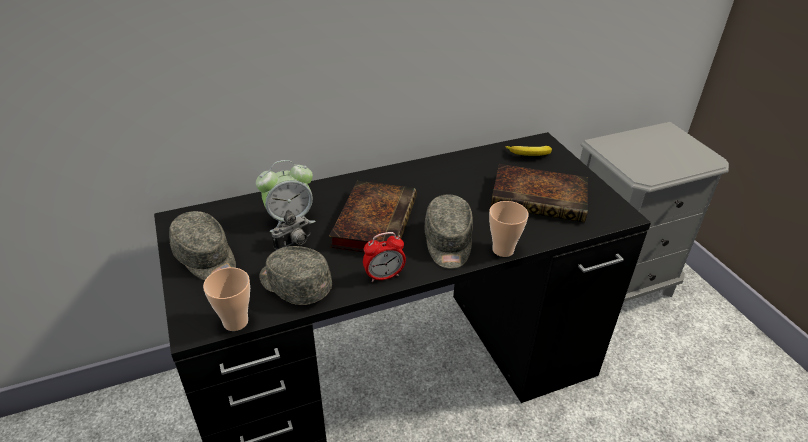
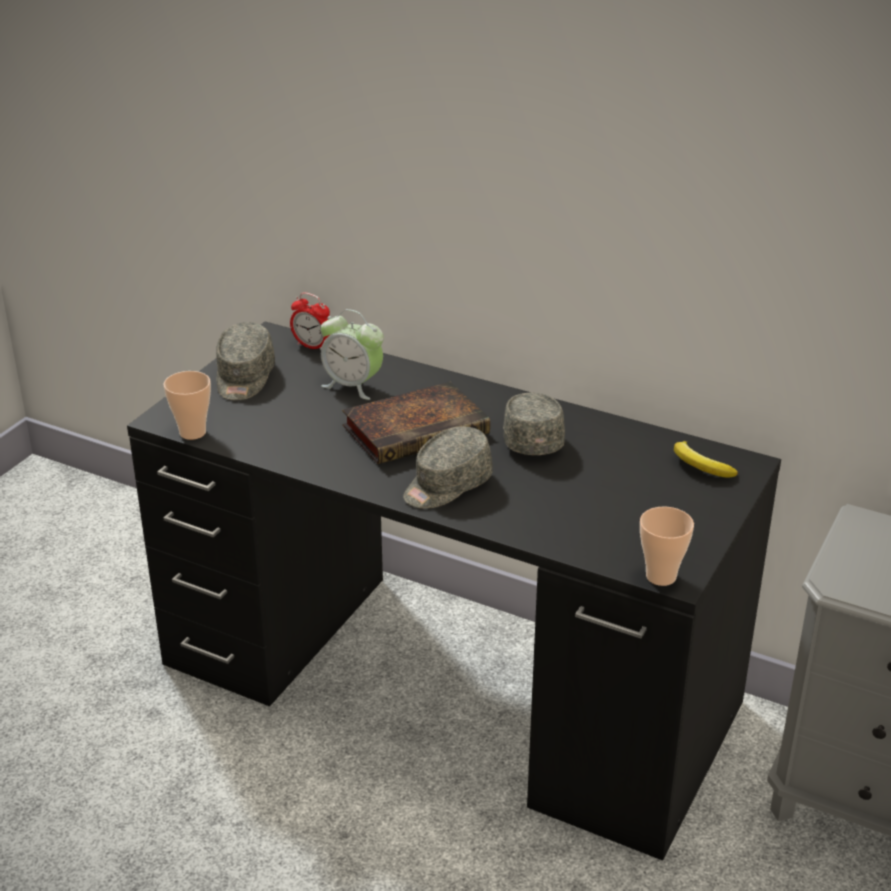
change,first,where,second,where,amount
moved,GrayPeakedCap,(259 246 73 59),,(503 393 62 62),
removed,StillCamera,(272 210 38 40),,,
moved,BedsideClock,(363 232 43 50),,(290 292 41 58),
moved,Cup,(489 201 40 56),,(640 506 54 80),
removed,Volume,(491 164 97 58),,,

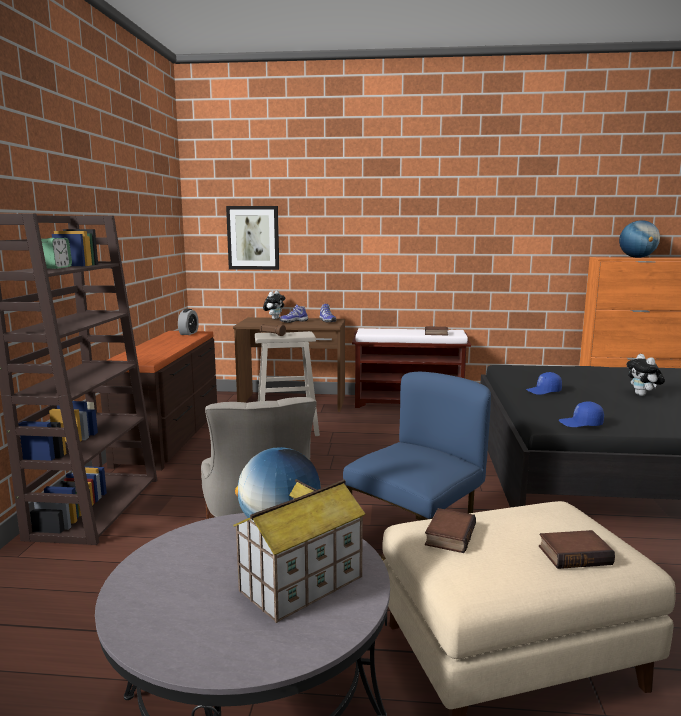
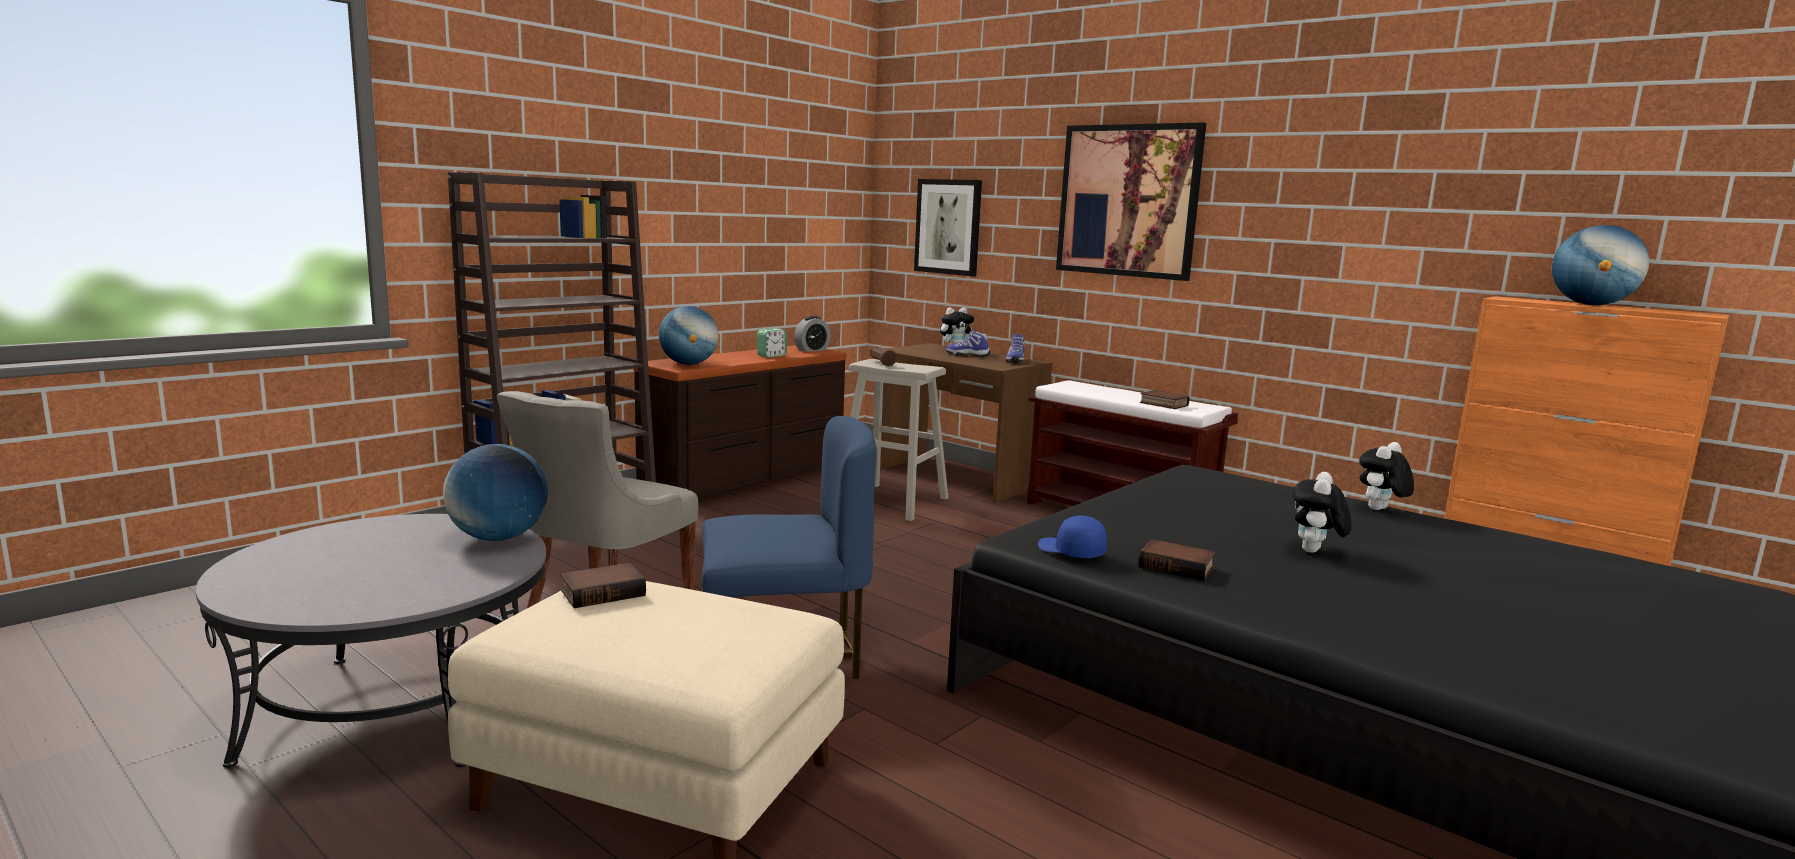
change,first,where,second,where,amount
moved,BedsideClock,(41 238 31 31),,(757 329 30 29),
removed,ToyHouse,(233 479 132 144),,,
removed,BluishPeakedCap,(526 372 36 23),,,
moved,Volume,(539 530 76 39),,(1138 539 78 42),
added,,,WorldGlobe,(659 306 59 59),
added,,,Picture,(1056 122 150 159),
added,,,SoftToy,(1359 442 55 68),

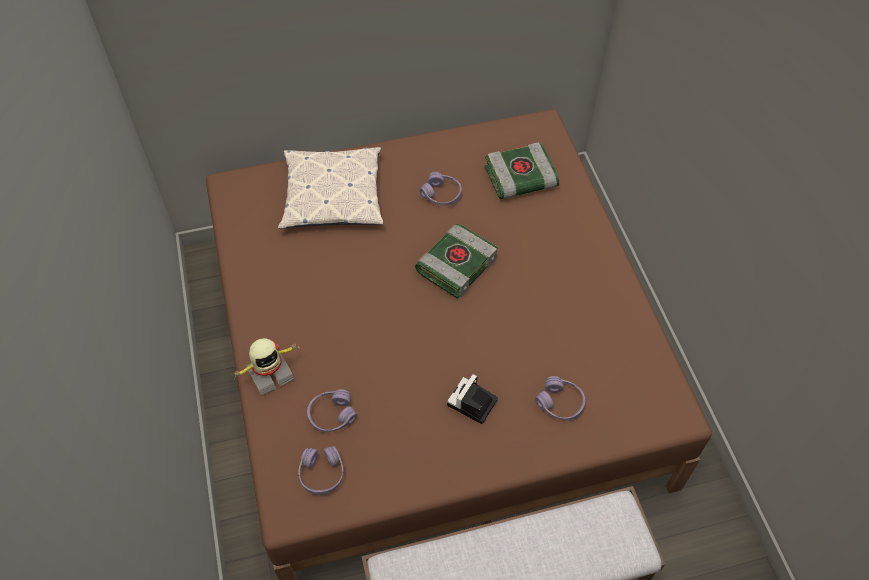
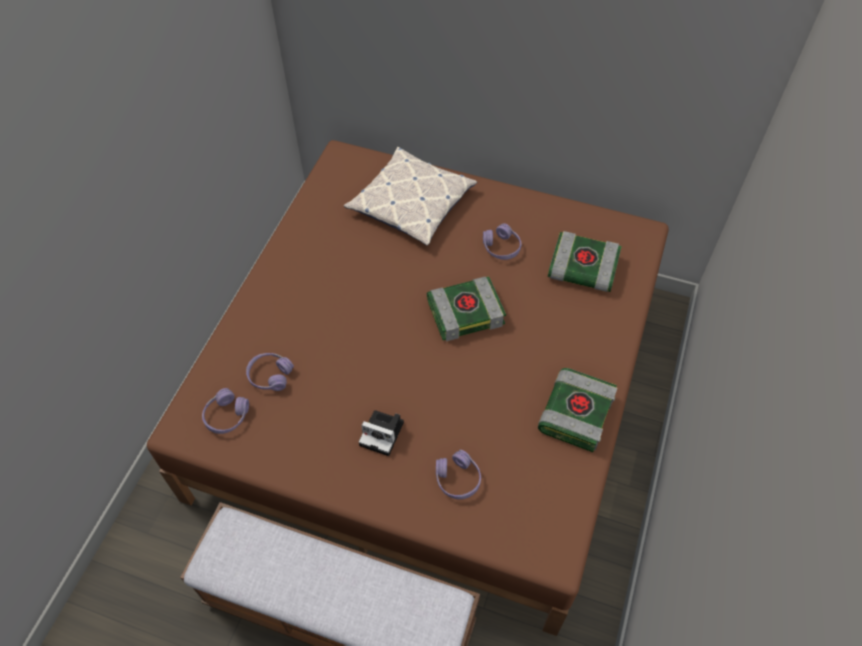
change,first,where,second,where,amount
removed,ToyRobot,(233 338 66 57),,,
turned,StillCamera,(447 374 51 50),,(359 410 45 46),135 degrees counterclockwise
added,,,Volume,(538 368 79 84),

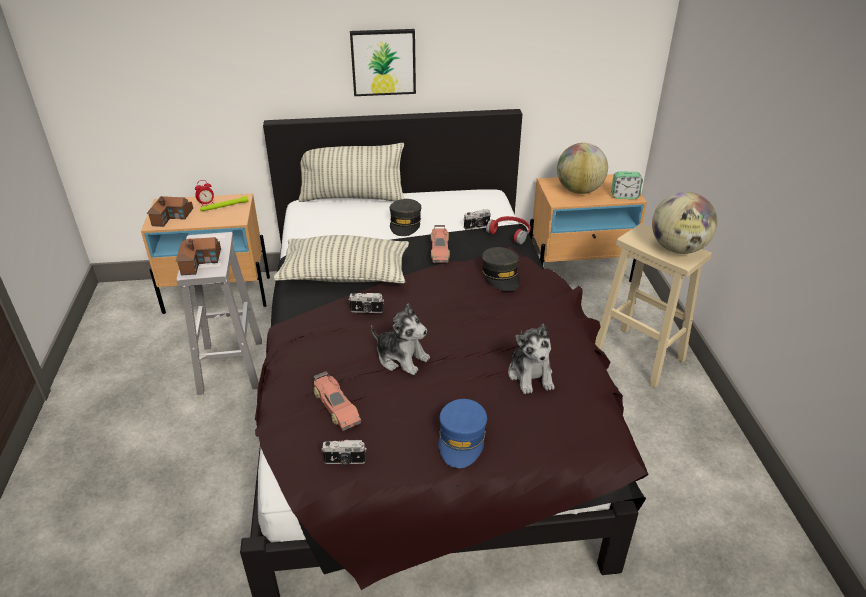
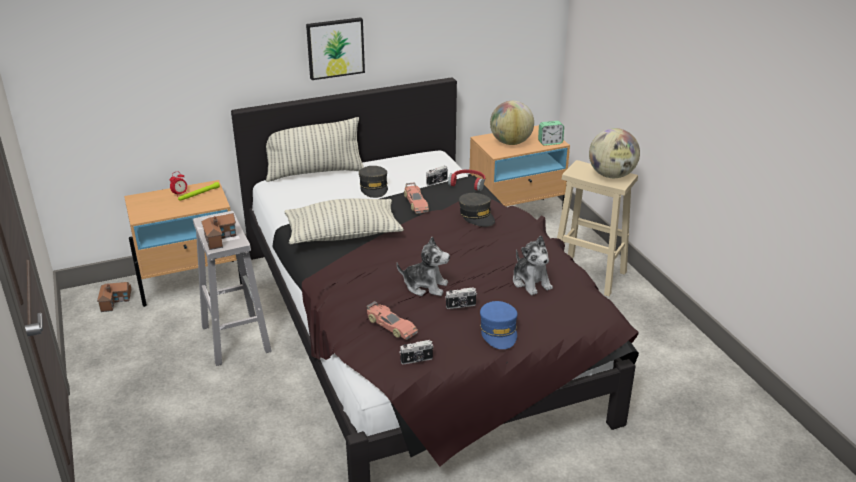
change,first,where,second,where,amount
moved,ToyHouse,(147 196 46 31),,(97 282 35 30),
moved,StillCamera,(349 293 35 20),,(445 287 32 22),

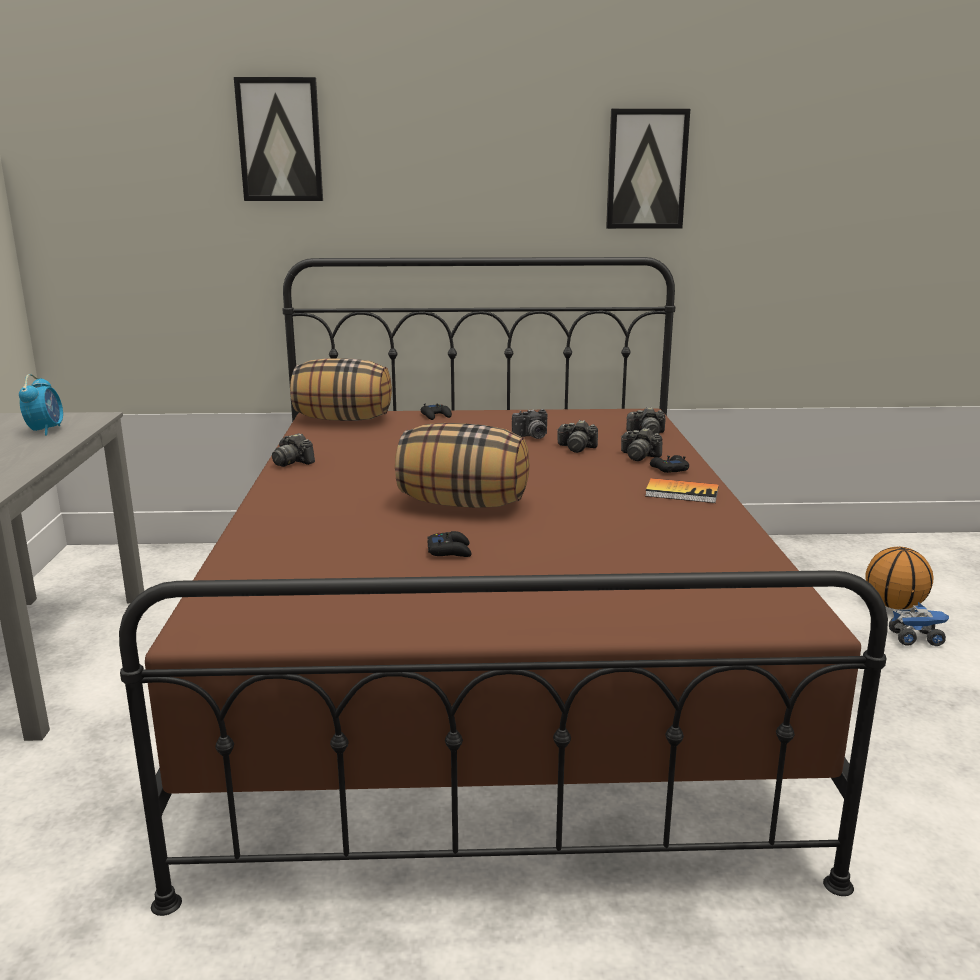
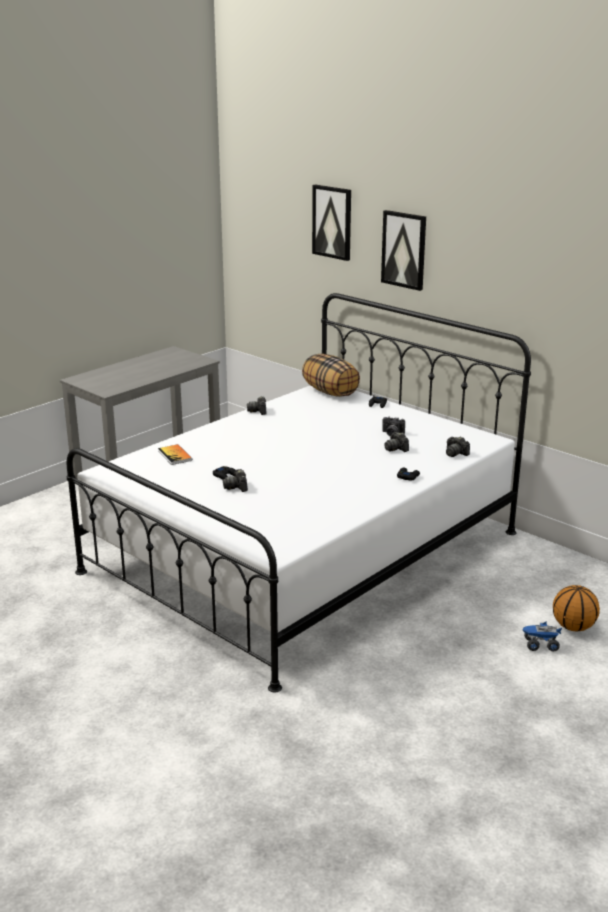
change,first,where,second,where,amount
removed,BedsideClock,(19 374 44 62),,,
recoloured,BrownBed,(119 257 769 659),WhitishBed,(66 293 465 400),
removed,Pillow,(395 423 135 85),,,
moved,Picture,(606 109 84 120),,(381 210 45 81),
moved,StillCamera,(621 428 41 33),,(223 469 25 23),
moved,Volume,(645 478 74 25),,(158 444 34 21),
turned,ModelTruck,(889 602 60 44),,(523 621 39 31),135 degrees clockwise

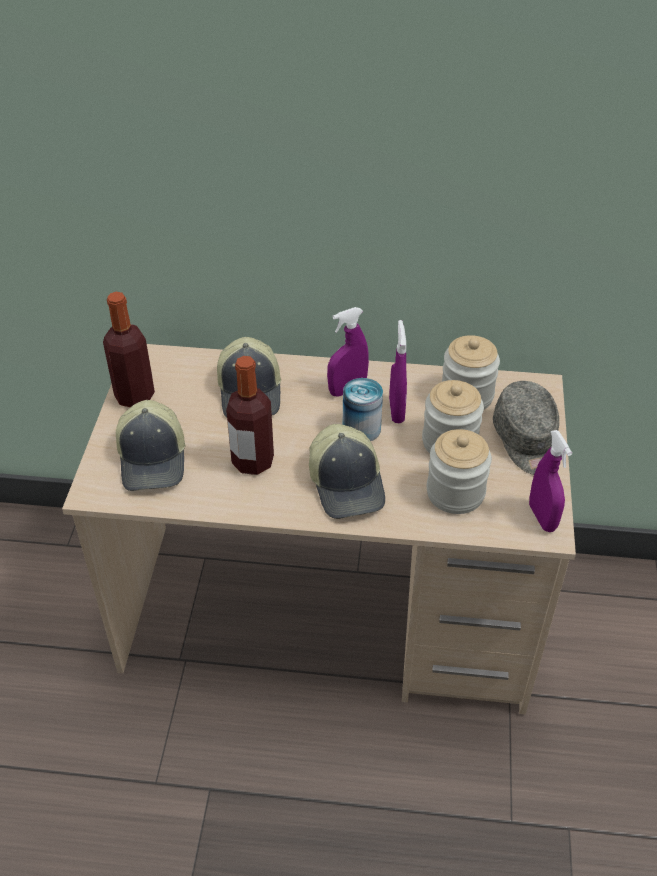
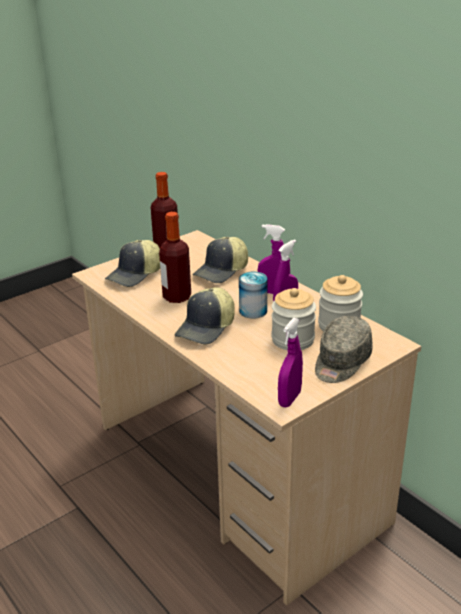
change,first,where,second,where,amount
removed,StorageJar,(427 429 65 85),,,

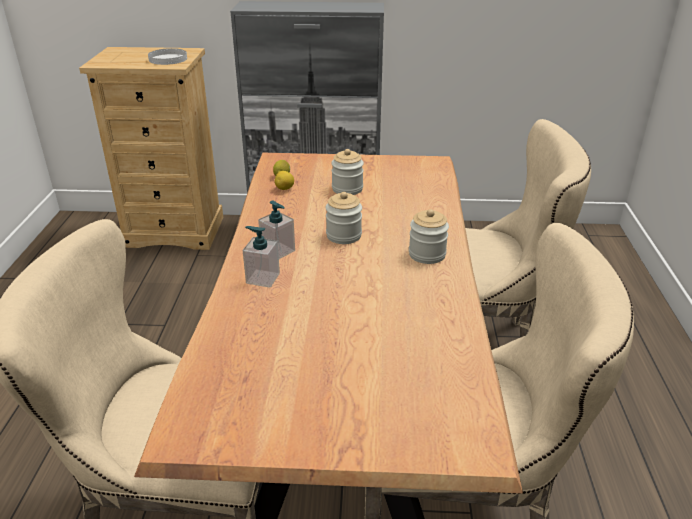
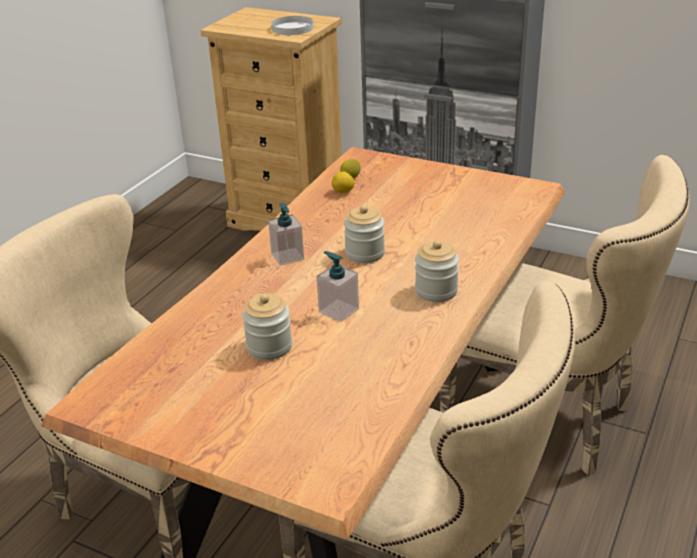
change,first,where,second,where,amount
moved,SoapBottle,(243 226 37 62),,(317 251 42 71),
moved,StorageJar,(331 149 33 46),,(242 294 50 66),

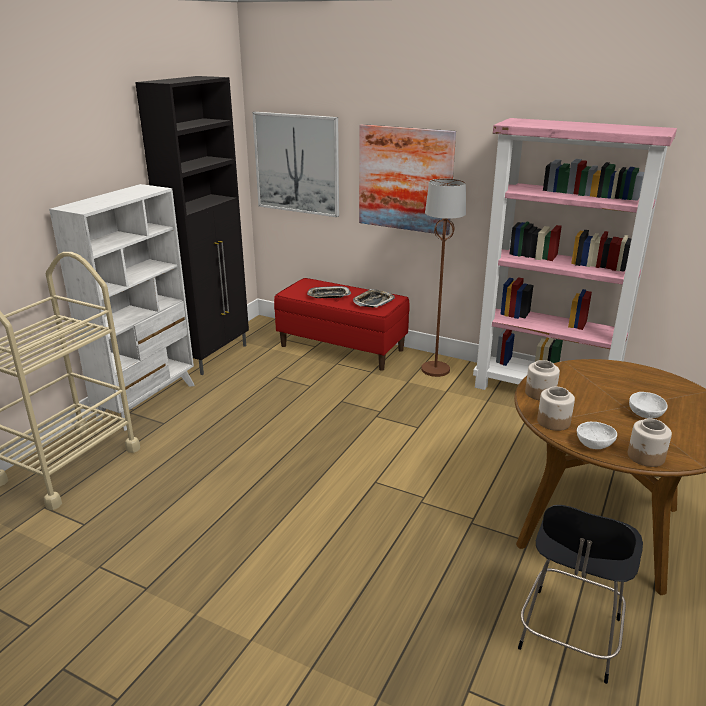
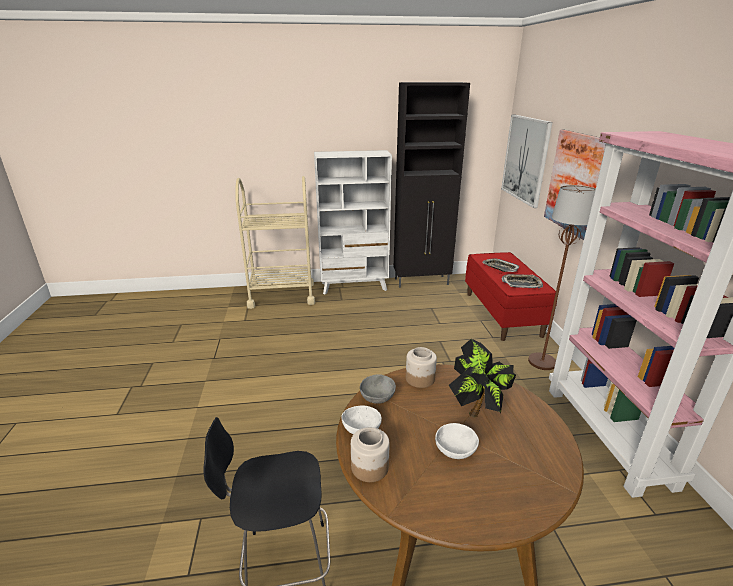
change,first,where,second,where,amount
replaced,StorageJar,(537 387 38 44),GrayServingBowl,(360 374 36 30),
added,,,Houseplant,(448 339 68 78),

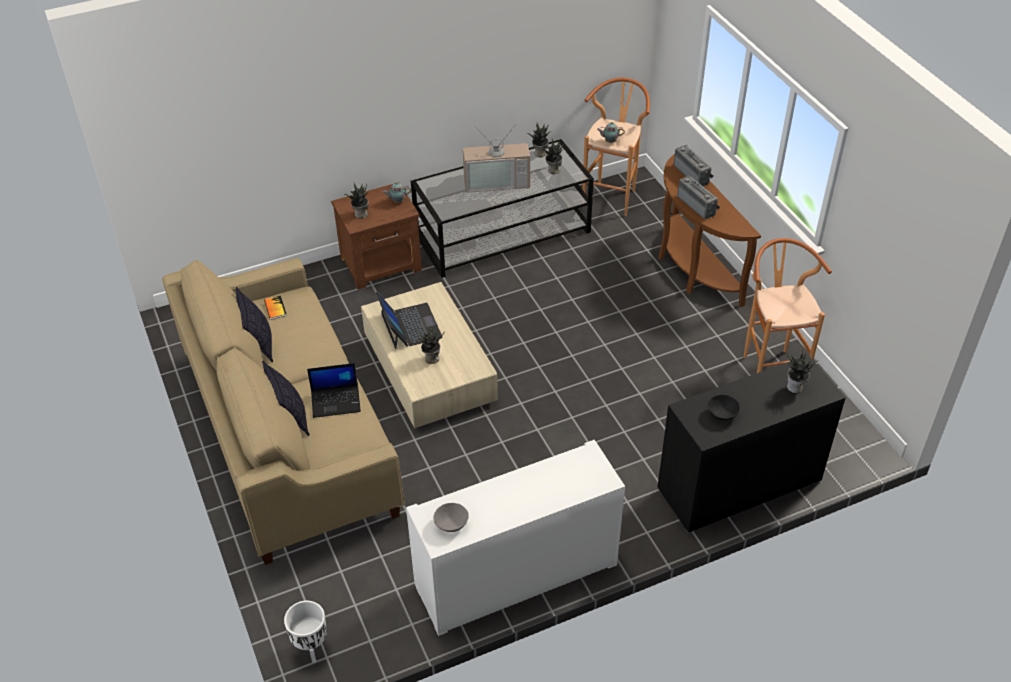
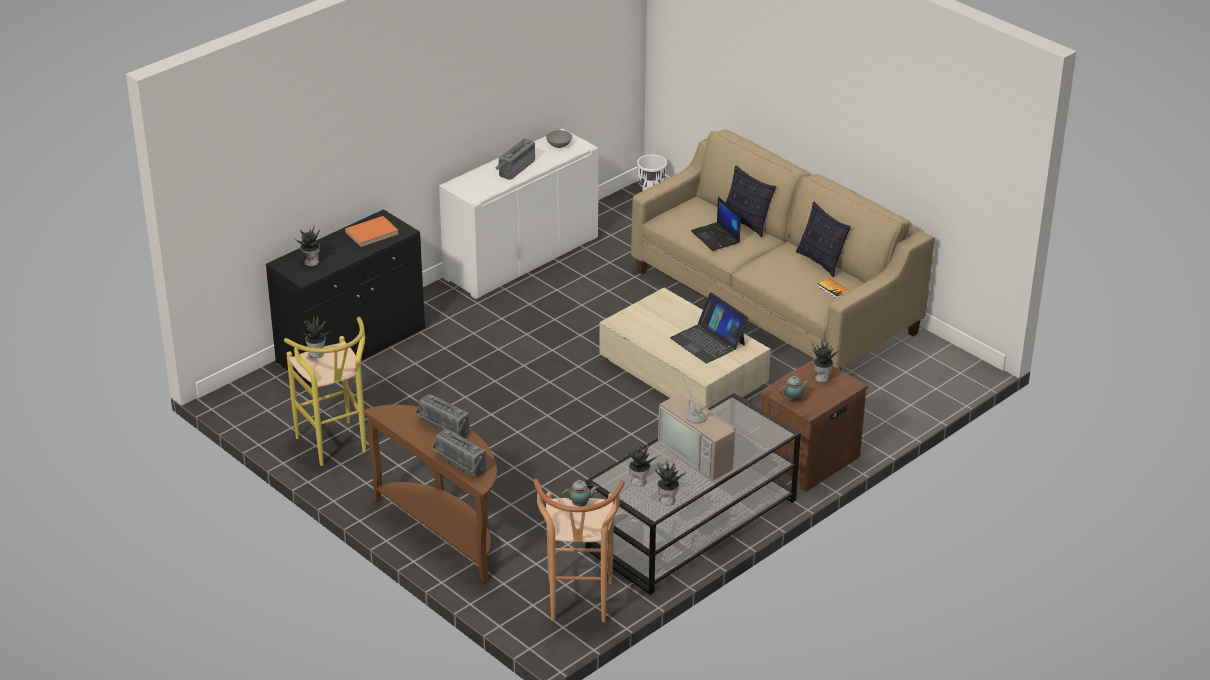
change,first,where,second,where,amount
turned,Laptop,(307 363 54 55),,(691 196 50 55),90 degrees counterclockwise
moved,Houseplant,(417 325 27 39),,(301 316 29 42),
turned,Television,(463 123 67 70),,(658 373 77 108),105 degrees counterclockwise
replaced,BlackColouredServingBowl,(707 394 33 27),OrangeyVolume,(345 216 53 31),
recoloured,BrownSittingStool,(744 238 88 135),YellowishSittingStool,(284 317 82 149),
added,,,RadioReceiver,(495 139 40 41),

